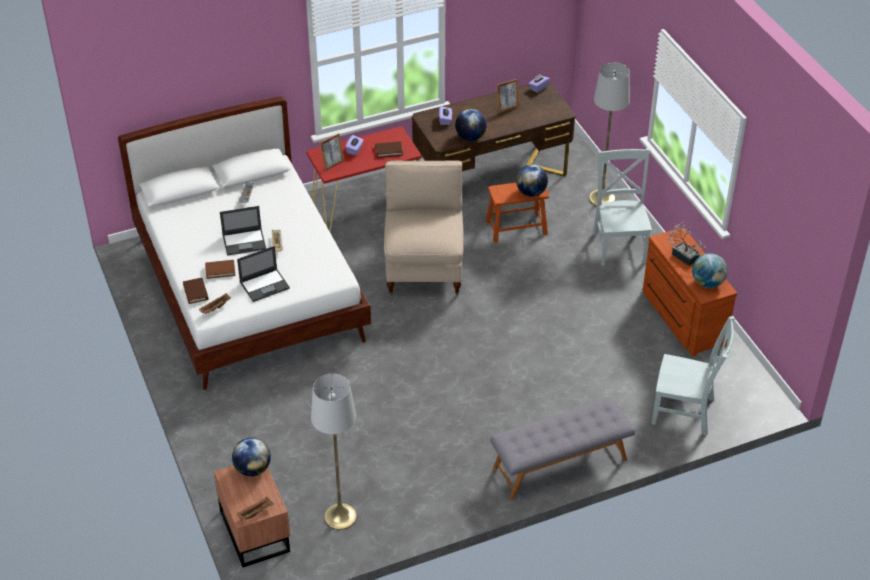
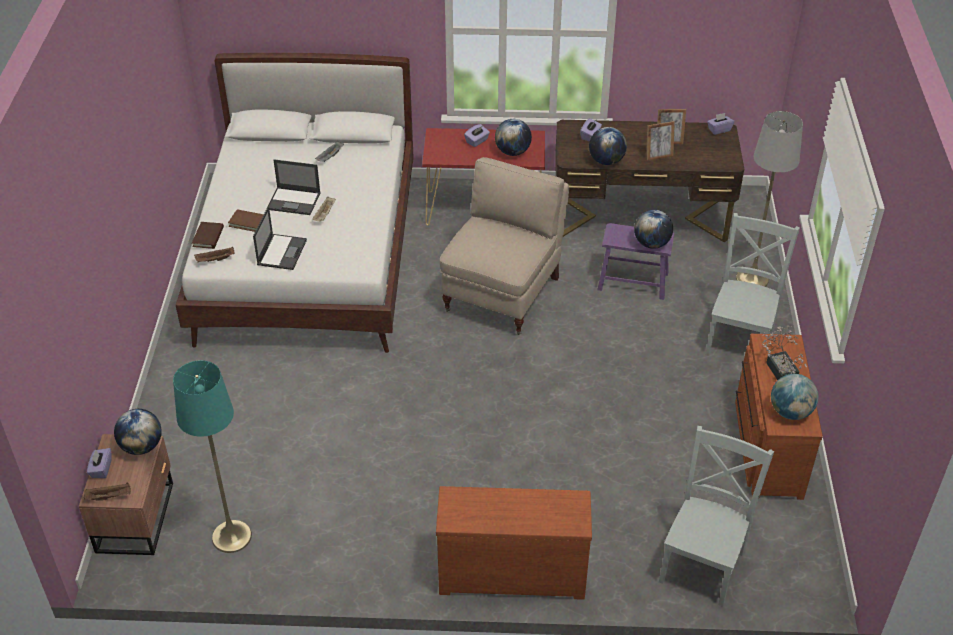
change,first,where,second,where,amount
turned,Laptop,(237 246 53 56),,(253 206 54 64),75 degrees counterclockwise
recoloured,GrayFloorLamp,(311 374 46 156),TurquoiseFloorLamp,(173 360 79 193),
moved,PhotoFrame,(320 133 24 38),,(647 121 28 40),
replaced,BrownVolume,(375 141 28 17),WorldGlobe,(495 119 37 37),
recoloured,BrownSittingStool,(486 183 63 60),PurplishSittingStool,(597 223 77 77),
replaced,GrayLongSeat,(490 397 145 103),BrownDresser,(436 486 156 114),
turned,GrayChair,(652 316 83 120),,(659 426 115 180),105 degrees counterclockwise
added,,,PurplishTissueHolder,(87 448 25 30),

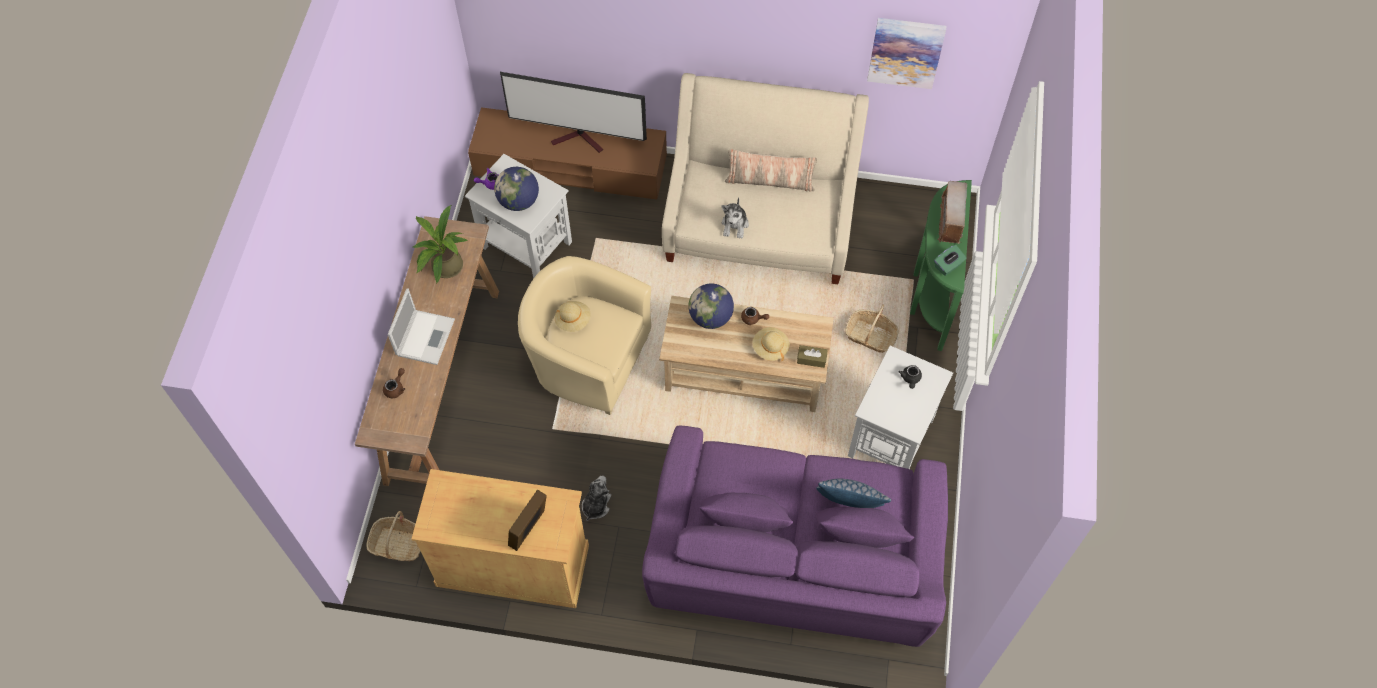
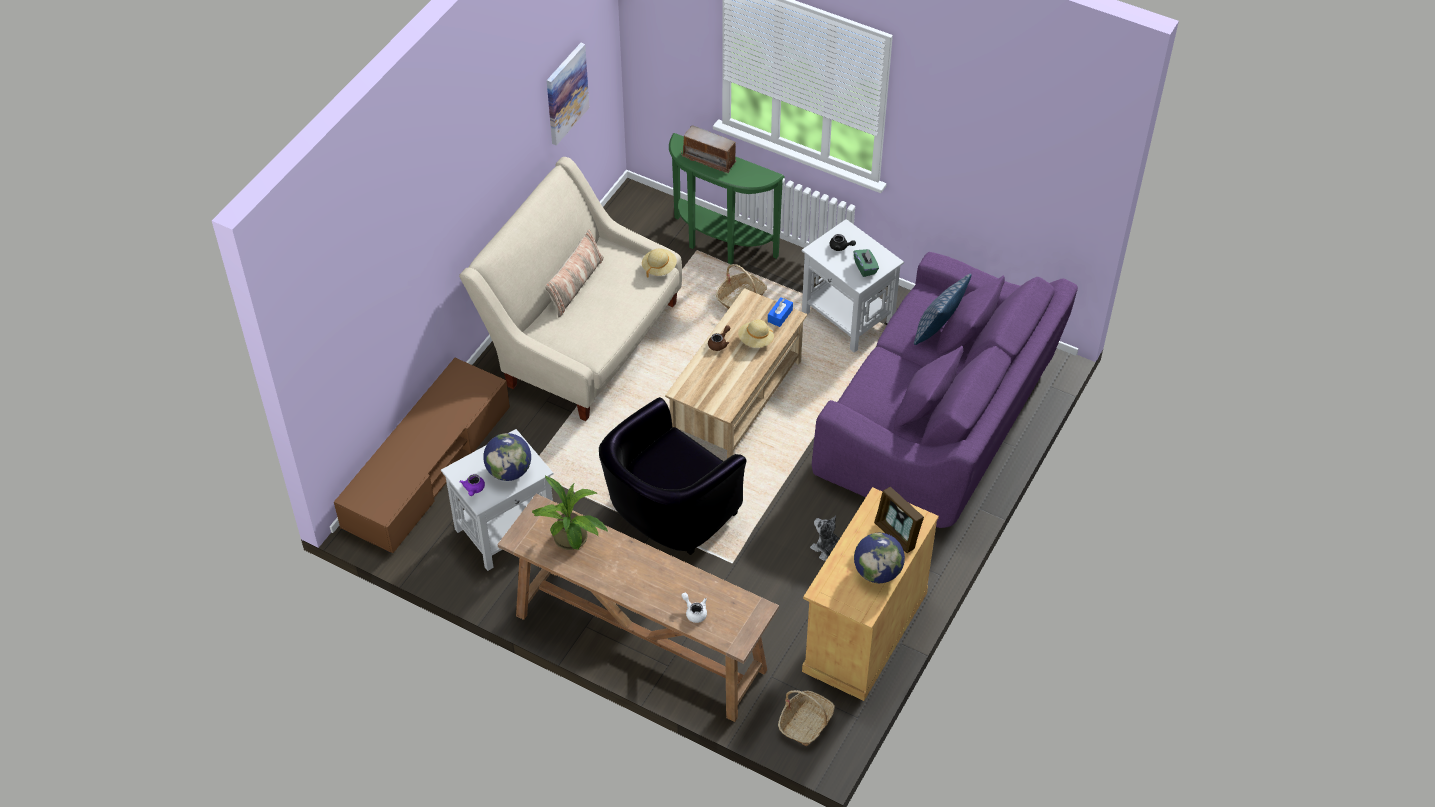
change,first,where,second,where,amount
recoloured,BrownPotForTea,(383 368 22 30),WhitishPotForTea,(682 593 25 30),
removed,Laptop,(388 288 67 77),,,
removed,Television,(500 72 147 81),,,
recoloured,SandColouredArmchair,(518 256 133 159),BlackColouredArmchair,(599 397 147 158),
moved,SandColouredWearableHat,(555 301 36 31),,(642 249 35 29),
moved,WorldGlobe,(688 284 46 45),,(854 533 51 50),
removed,SoftToy,(721 197 28 42),,,
recoloured,BrownTissueHolder,(797 345 30 23),BluishTissueHolder,(768 297 25 30),
moved,GreenTissueHolder,(934 244 33 32),,(854 249 25 28),

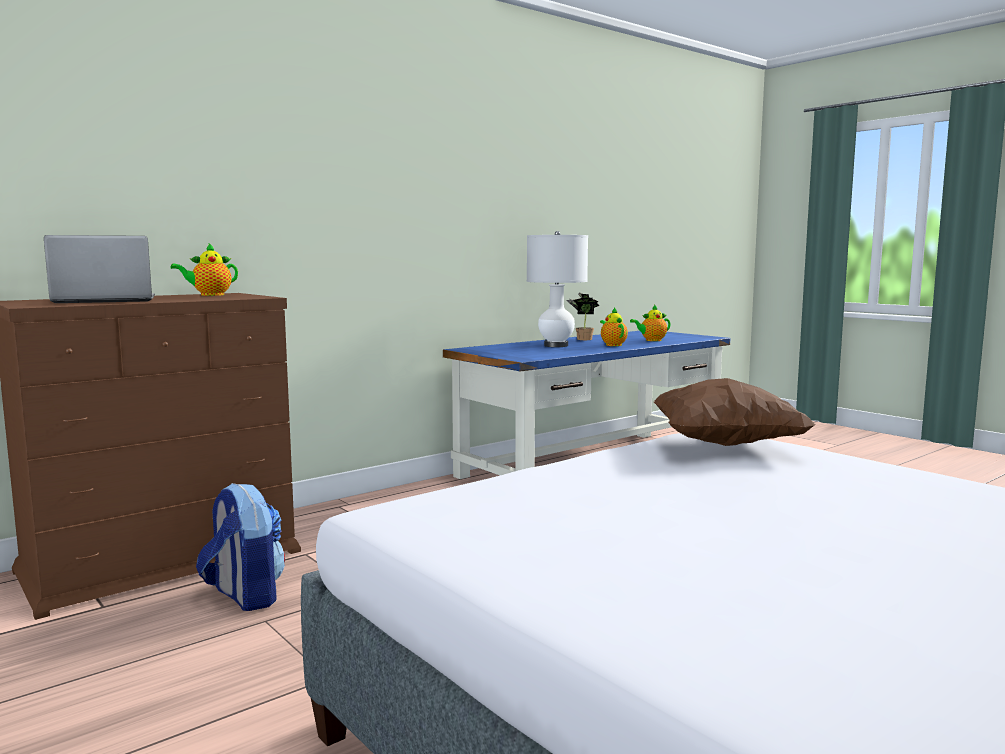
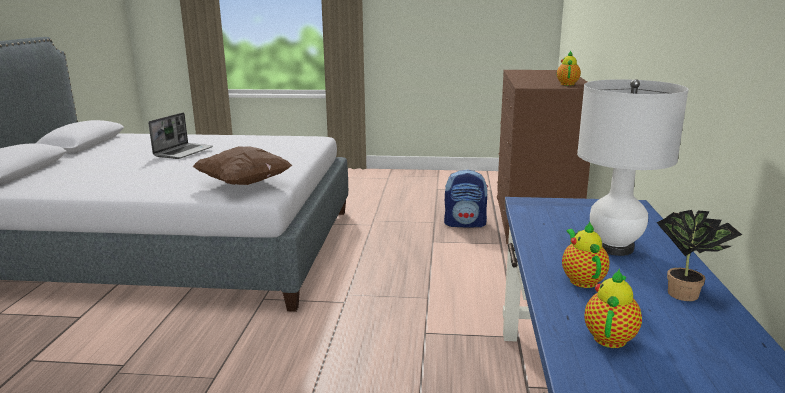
change,first,where,second,where,amount
moved,Laptop,(44 235 111 68),,(148 112 65 47),
turned,PotForTea,(600 307 28 39),,(562 221 47 67),120 degrees counterclockwise

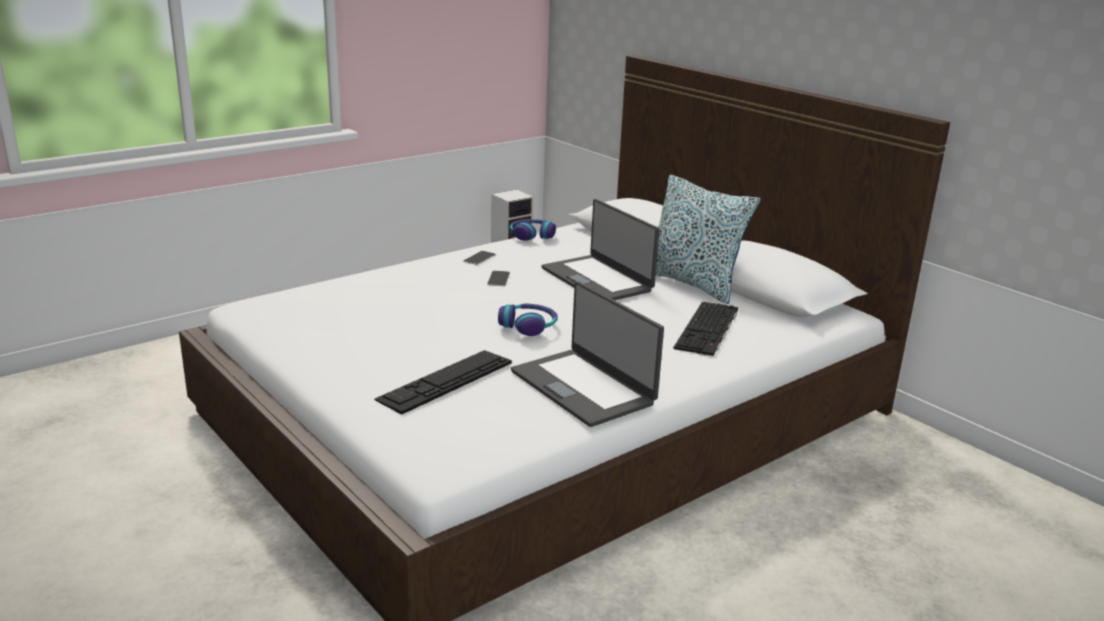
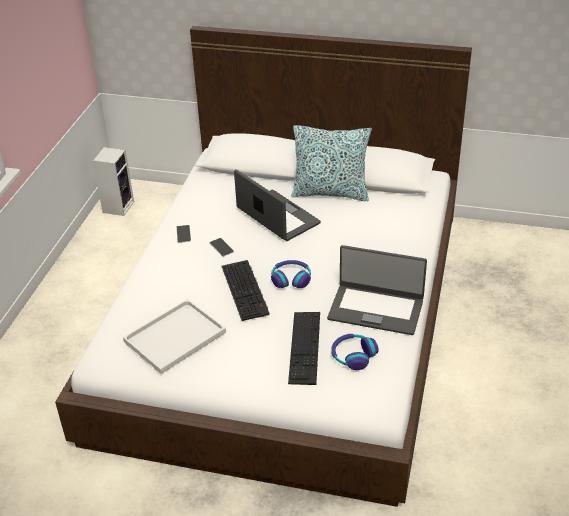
change,first,where,second,where,amount
moved,Headphones,(510 219 46 22),,(331 334 48 36),
turned,Laptop,(541 199 119 101),,(234 169 87 72),150 degrees counterclockwise
moved,PcKeyboard,(673 302 65 55),,(222 260 48 61),
added,,,WhitishTray,(123 299 103 75),

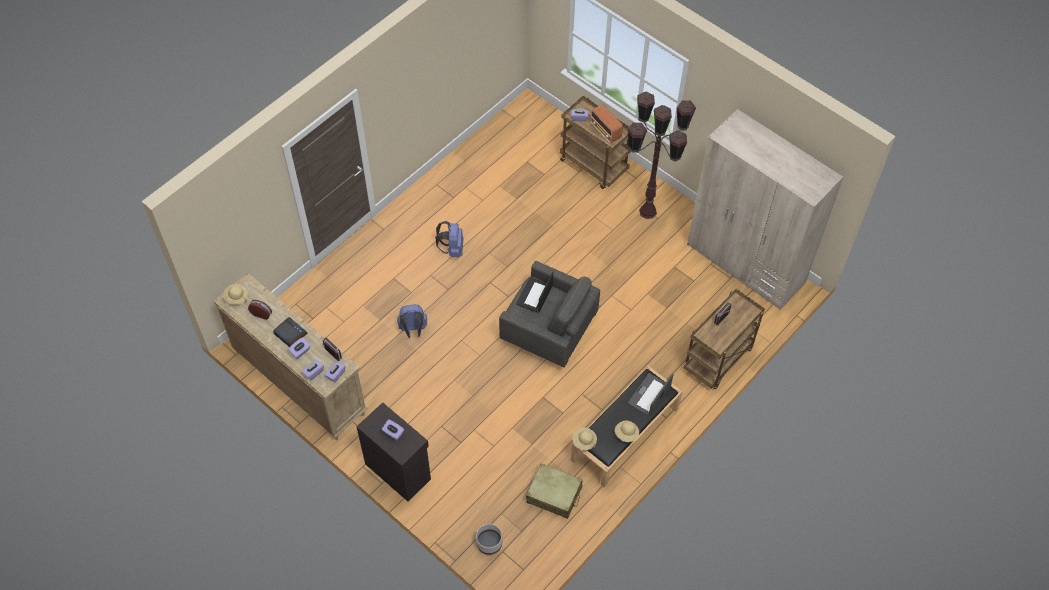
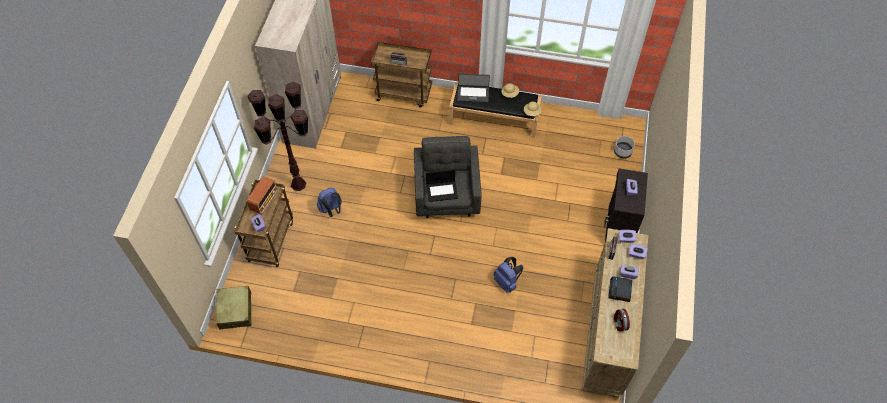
change,first,where,second,where,amount
removed,SandColouredWearableHat,(223 284 25 21),,,
moved,BluishKnapsack,(435 221 28 36),,(317 188 25 29),
moved,SandColouredPieceOfLuggage,(526 464 57 55),,(216 286 35 44),

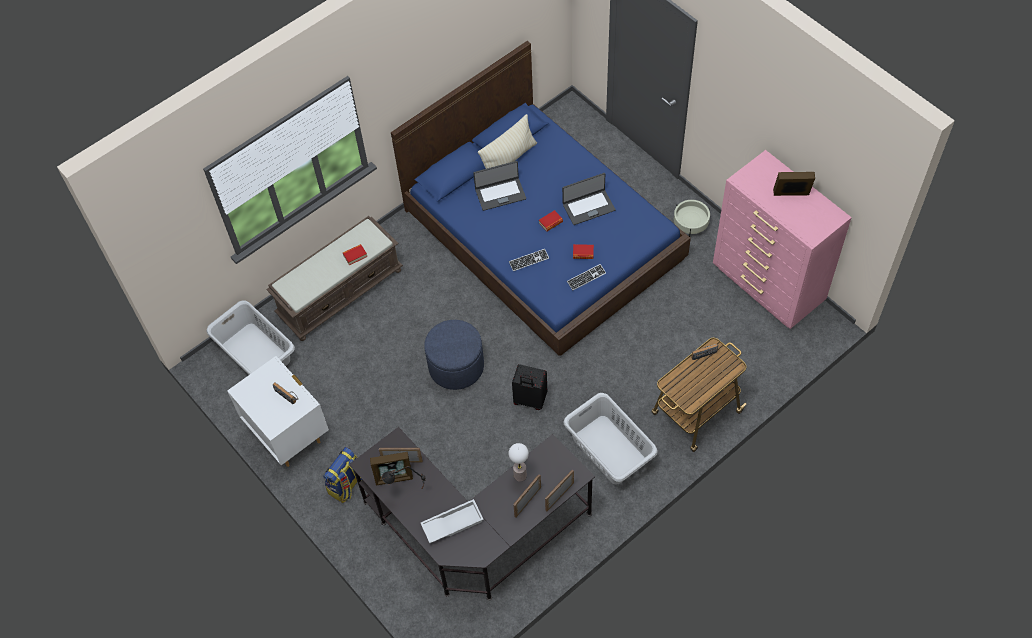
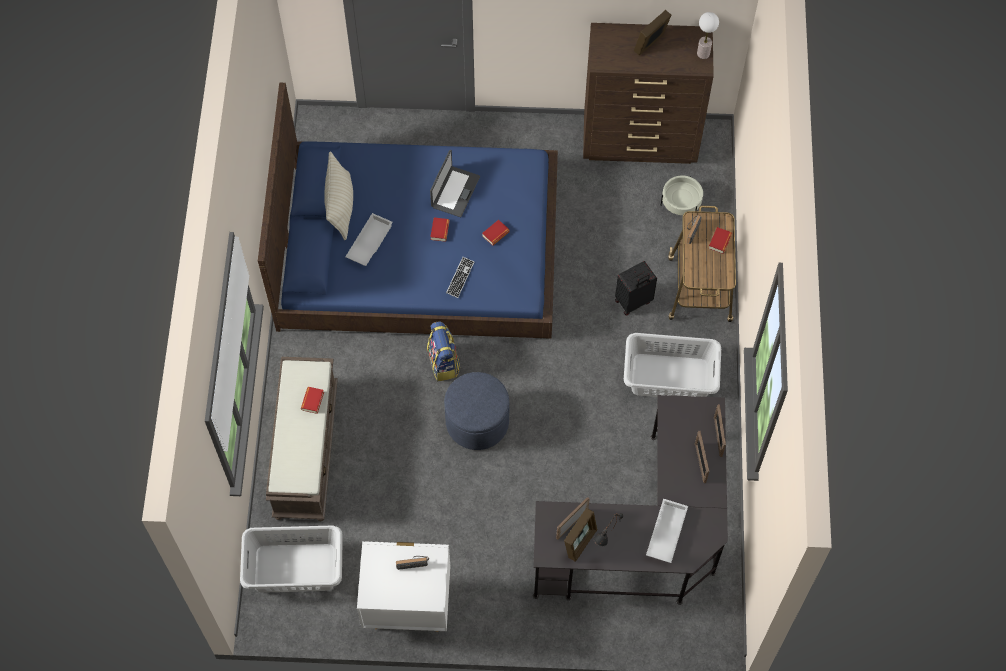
change,first,where,second,where,amount
moved,Knapsack,(323 447 39 56),,(427 321 33 60),
replaced,Laptop,(473 161 53 50),WhitishTray,(345 213 48 53),
moved,TableLamp,(509 443 20 39),,(697 12 22 47),
moved,BlackColouredPieceOfLuggage,(512 364 35 46),,(615 261 42 55),
removed,PcKeyboard,(567 264 39 27),,,
moved,SandColouredPlantPot,(674 200 36 37),,(660 176 43 39),
recoloured,PinkDresser,(713 150 139 179),BrownDresser,(583 23 131 141),
added,,,Volume,(708 227 24 27),

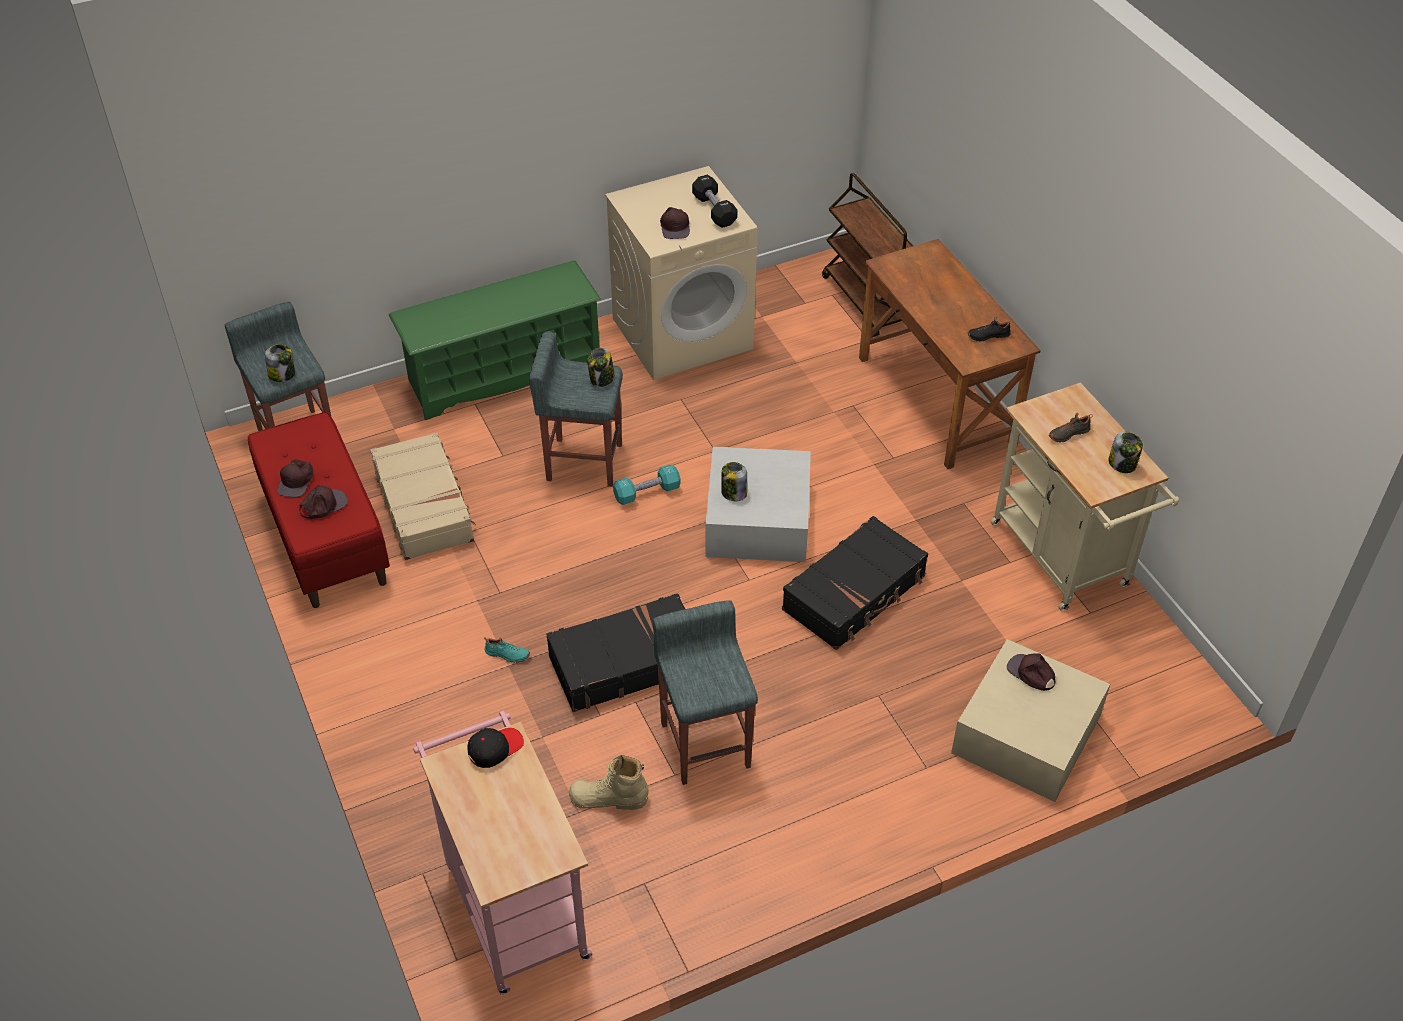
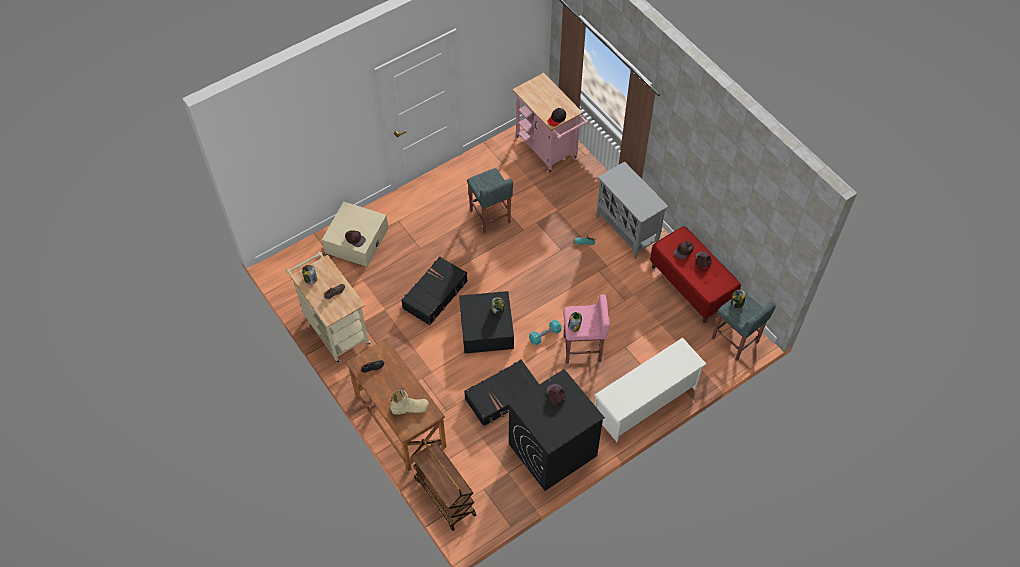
change,first,where,second,where,amount
removed,SandColouredPieceOfLuggage,(370 432 106 128),,,
recoloured,GreenShoeShelf,(389 261 212 159),WhitishShoeShelf,(594 338 113 104),
recoloured,GraySittingStool,(529 331 94 156),PinkSittingStool,(563 294 47 70),
moved,BlackColouredPieceOfLuggage,(546 593 139 119),,(464 359 75 67),
moved,SandColouredHighTopBoot,(569 755 80 55),,(390 390 39 25),
recoloured,SandColouredLaundryAppliance,(605 166 153 214),BlackColouredLaundryAppliance,(509 369 96 122),
removed,BlackColouredFreeWeight,(692 175 45 53),,,
recoloured,WhitishStorageContainer,(705 446 106 116),BlackColouredStorageContainer,(459 291 55 62),
added,,,GrayCabinet,(596 162 73 97),

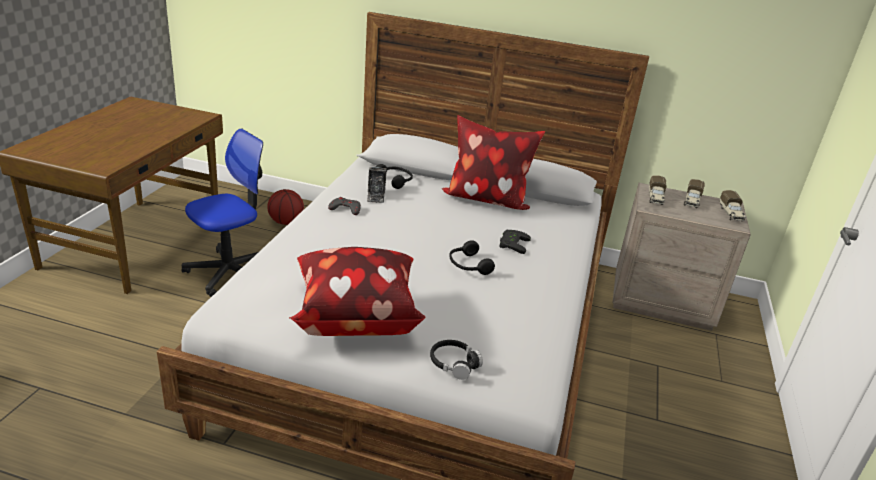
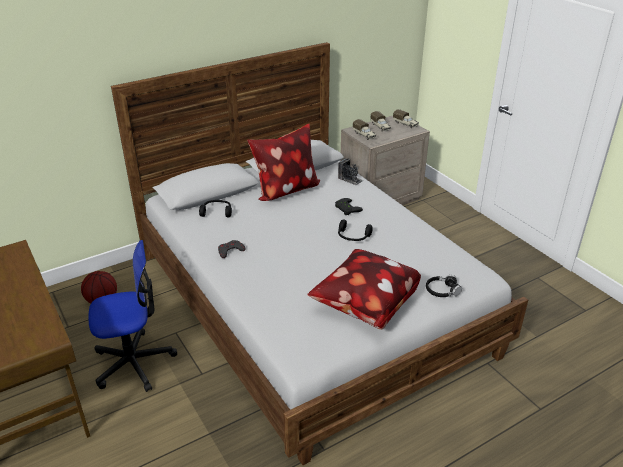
change,first,where,second,where,amount
turned,OfficeChair,(182 129 81 168),,(89 240 88 152),75 degrees clockwise
moved,StillCamera,(367 167 19 36),,(338 158 25 27),

